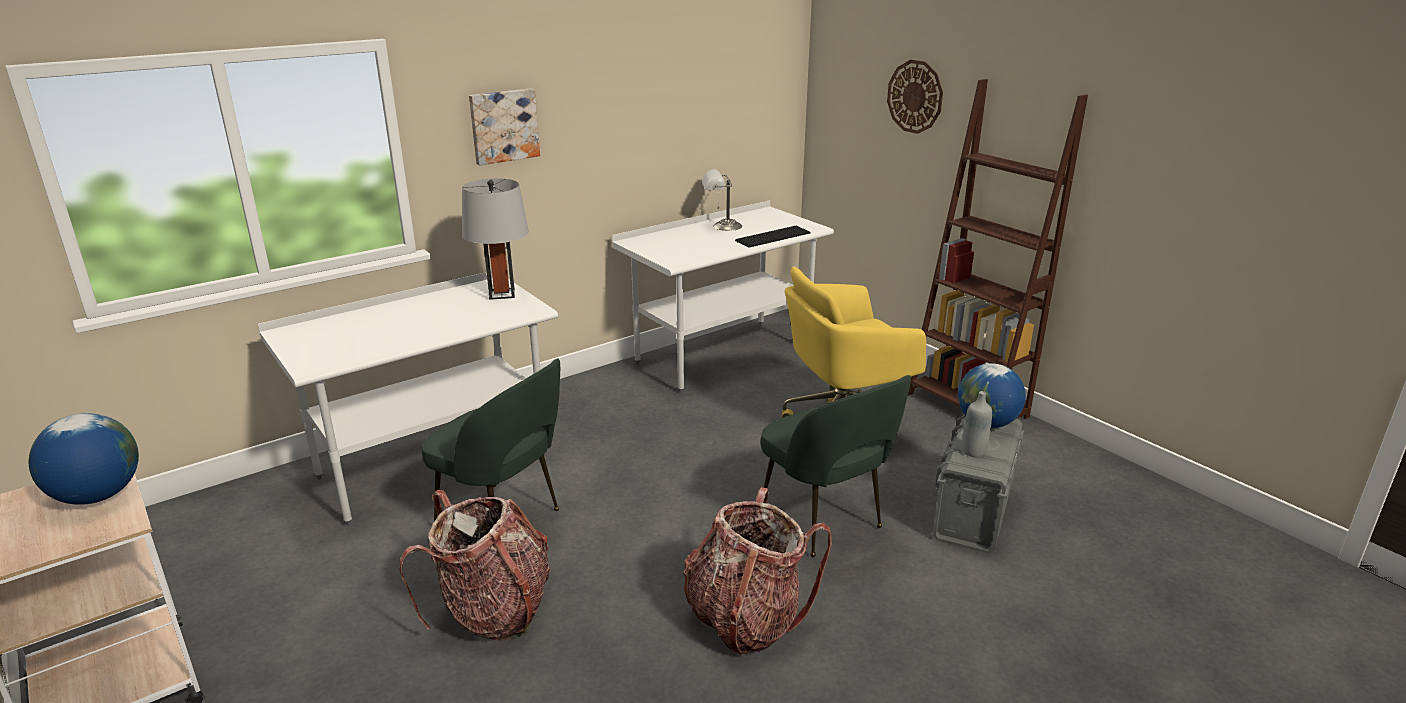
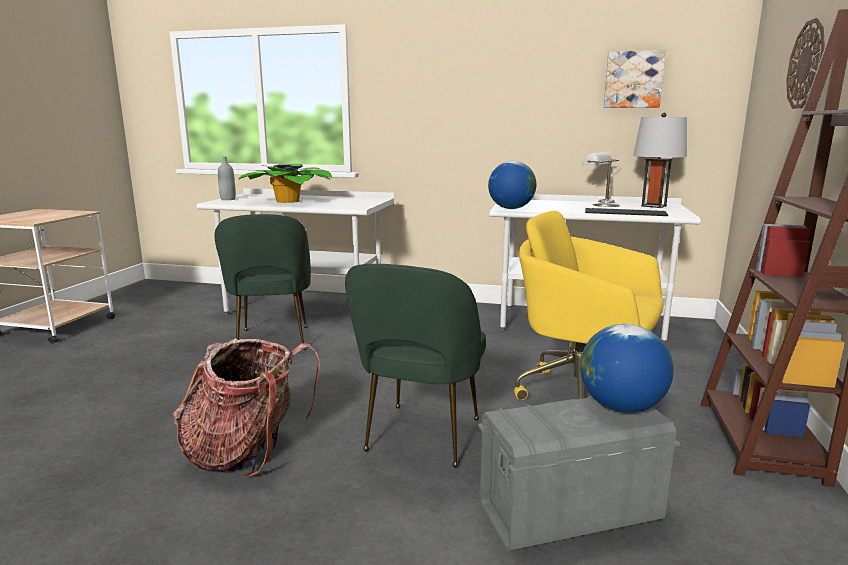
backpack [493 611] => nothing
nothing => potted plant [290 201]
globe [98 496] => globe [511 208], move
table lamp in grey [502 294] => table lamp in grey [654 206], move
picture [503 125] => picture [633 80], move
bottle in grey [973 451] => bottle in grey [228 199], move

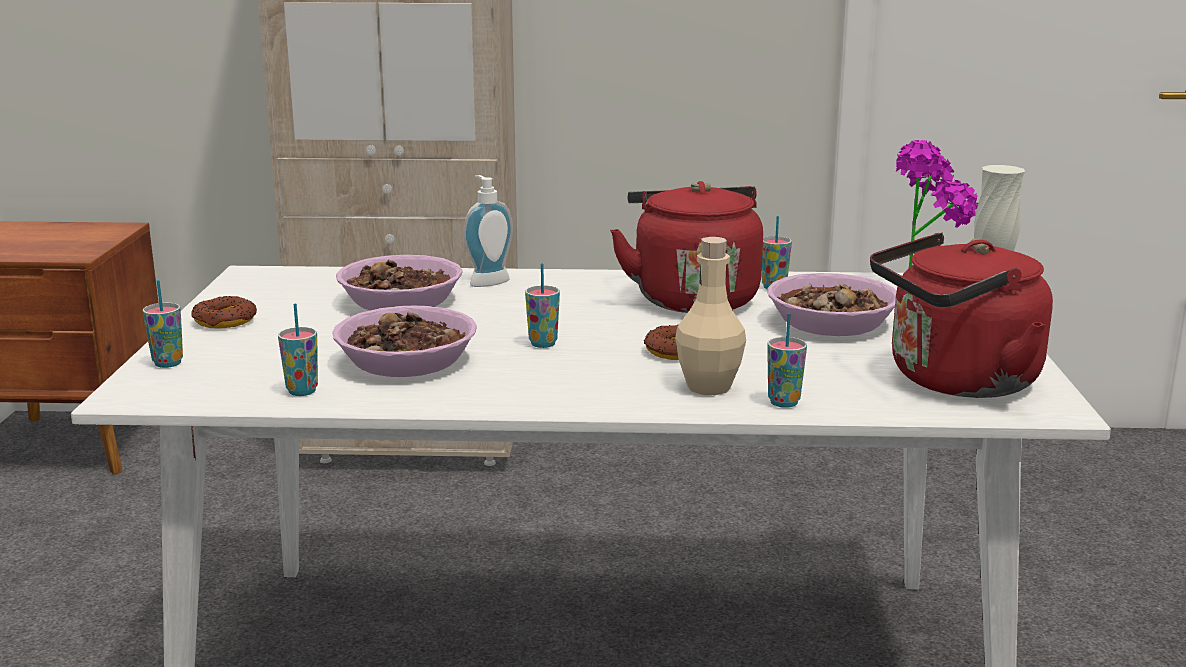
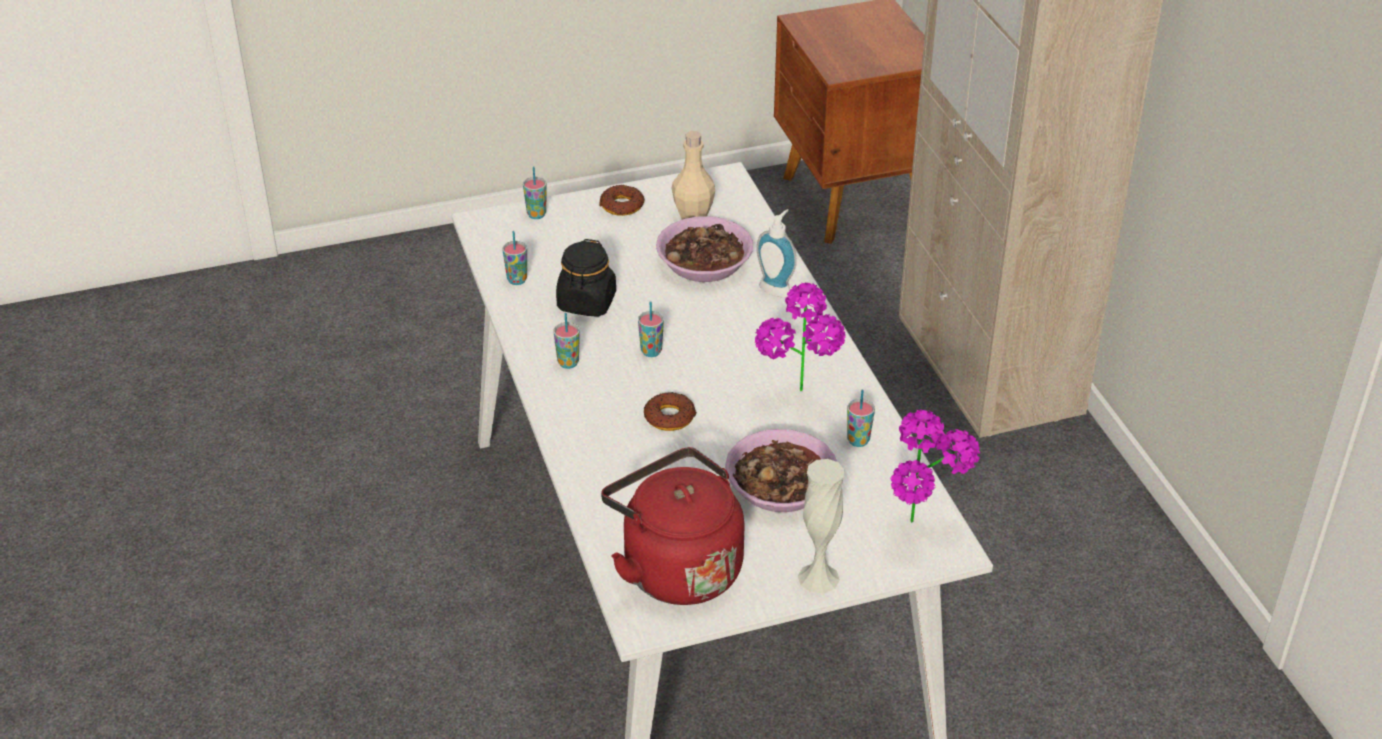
bottle in beige [709 387] => bottle in beige [693 216], move
cup [784 402] => cup [568 363], move
bowl [405 361] => jar in black [586 302]
kettle in red [692 298] => potted plant [799 401]

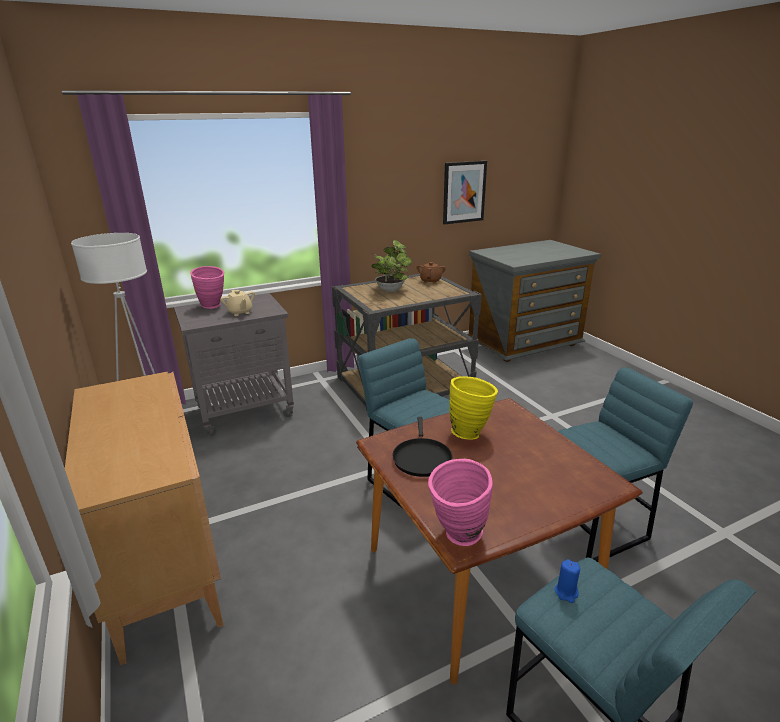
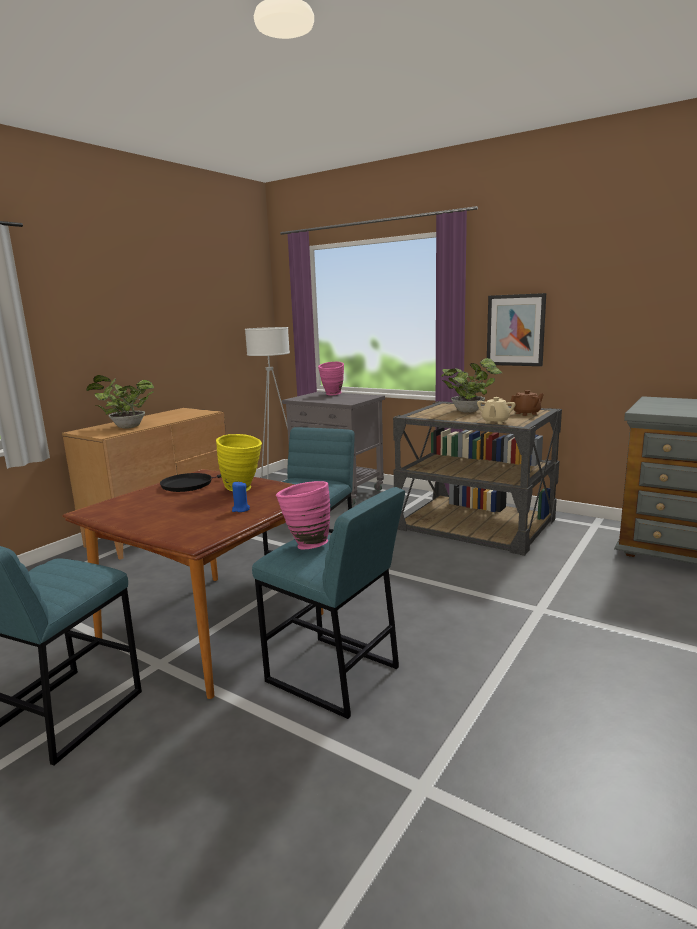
nothing => potted plant [125 427]
teapot in beige [240 312] => teapot in beige [495 422], move
vase in pink [457 537] => vase in pink [305 544], move
picture [464 192] => picture [515 330], move
candle in blue [566 592] => candle in blue [240 509], move

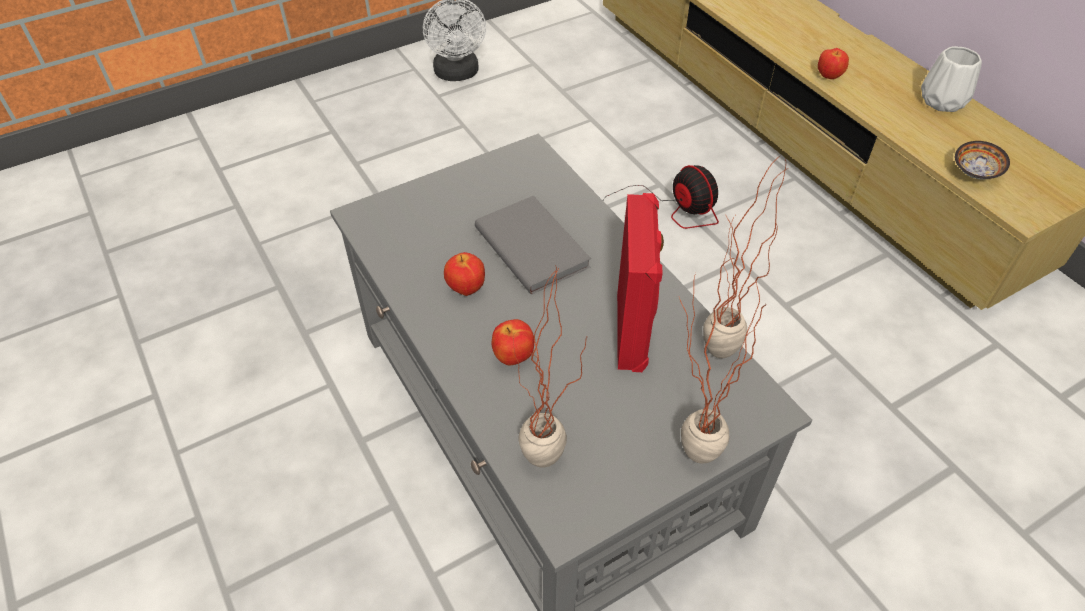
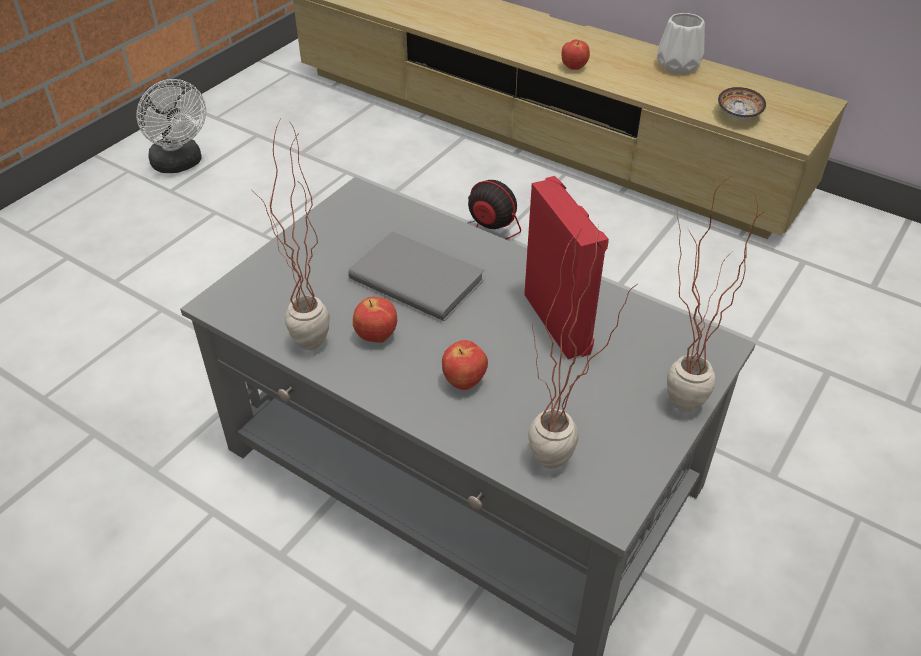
potted plant [715 361] => potted plant [310 354], move

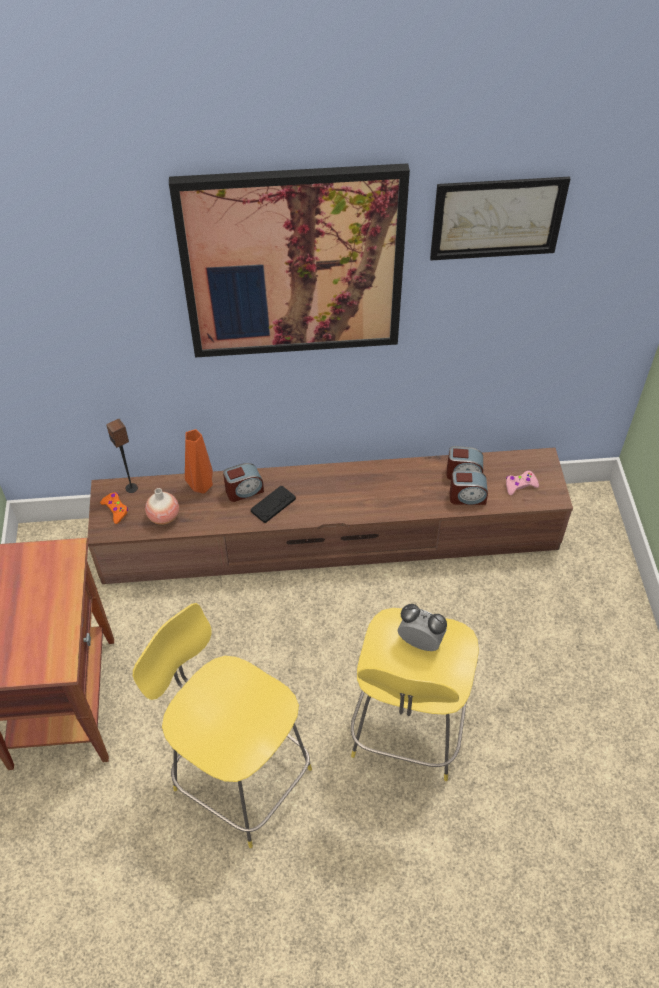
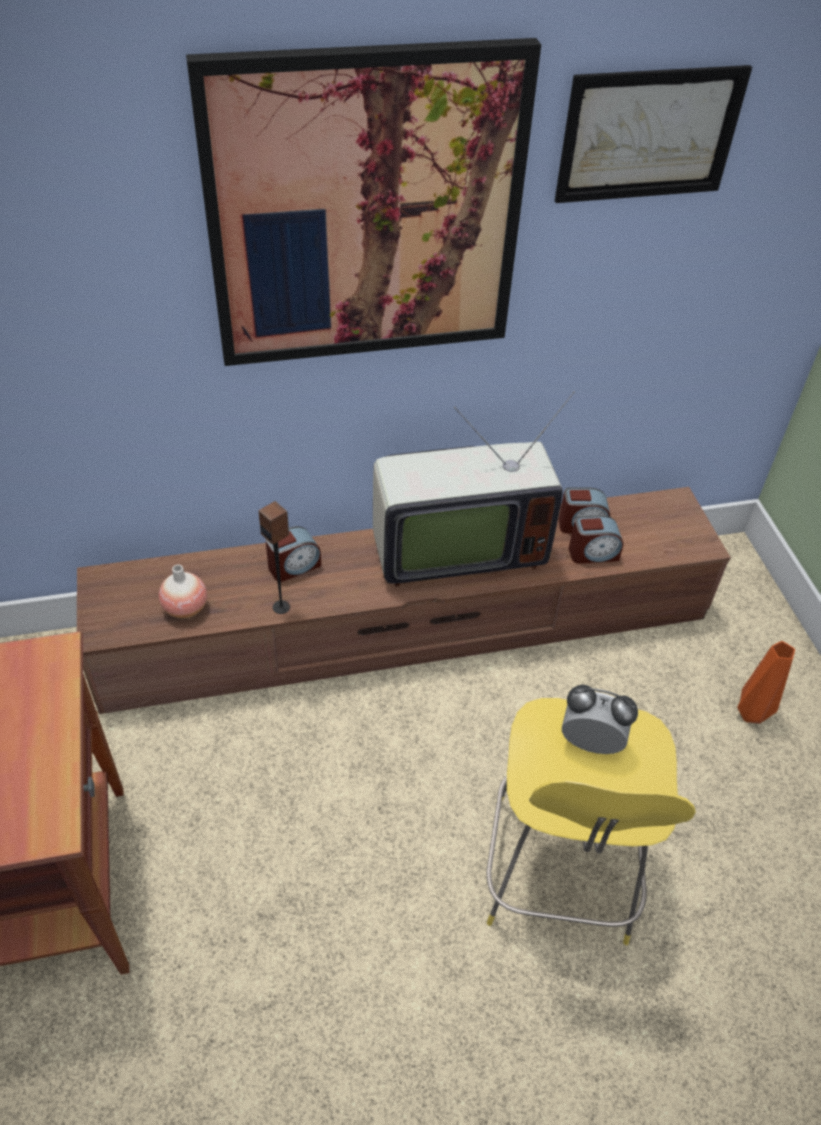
game controller in orange [115 509] => nothing
stool in yellow [239 775] => nothing
game controller in black [273 505] => nothing
game controller in pink [520 485] => nothing
nothing => television [454 548]
speaker [132 488] => speaker [281 607], move
vase in orange [202 487] => vase in orange [753 714], move

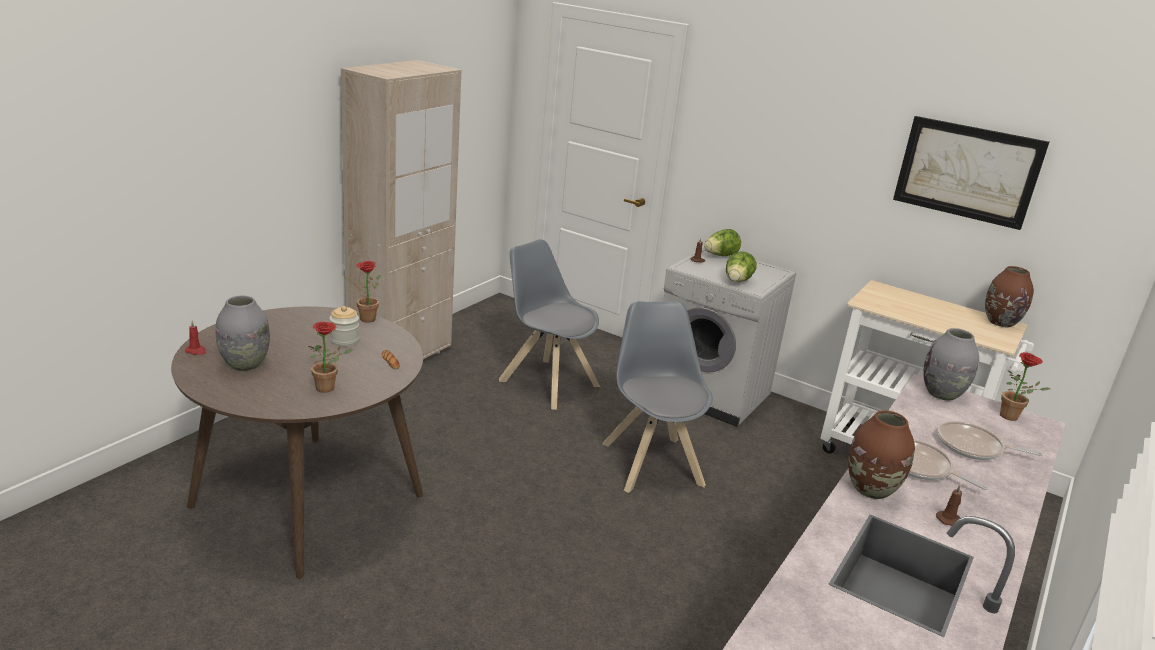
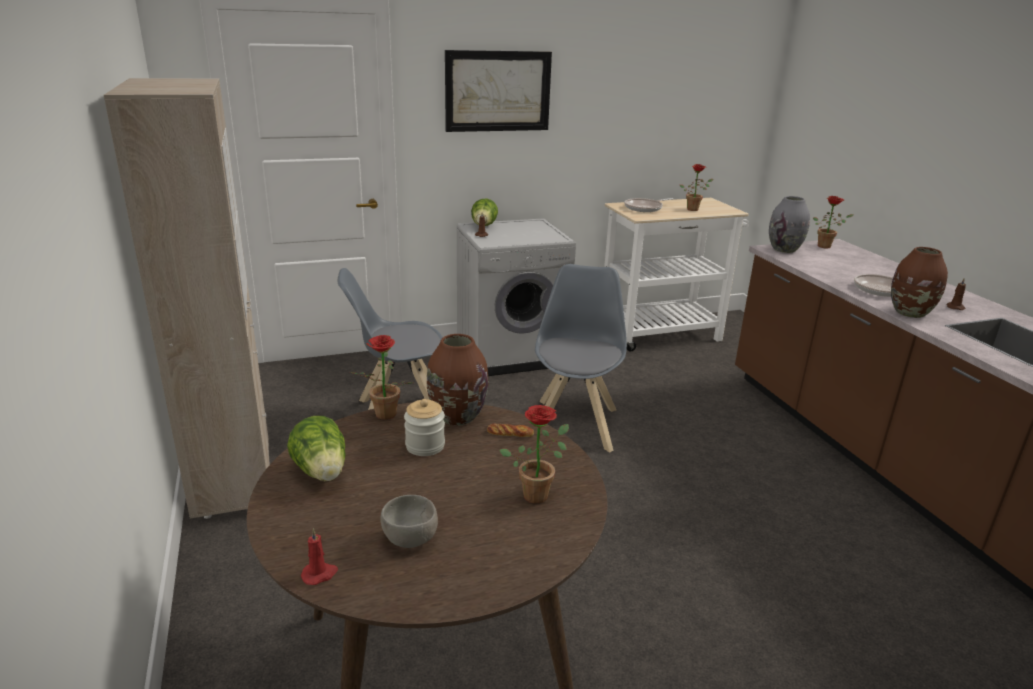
nothing => potted plant [694 209]
lettuce [737 281] => lettuce [322 472], move
picture [967 171] => picture [497 91], move
frying pan [973 447] => frying pan [645 208], move
vase in brown [1000 322] => vase in brown [457 416], move
vase in grey [245 364] => bowl in grey [411 540]
chair in grey [651 462] => chair in grey [575 423], 75 degrees clockwise

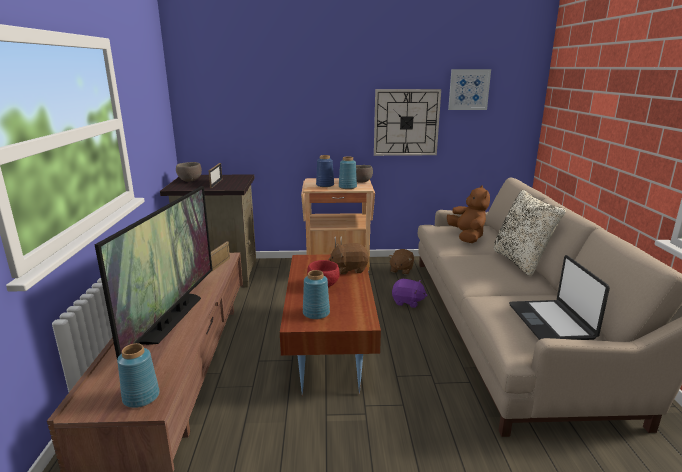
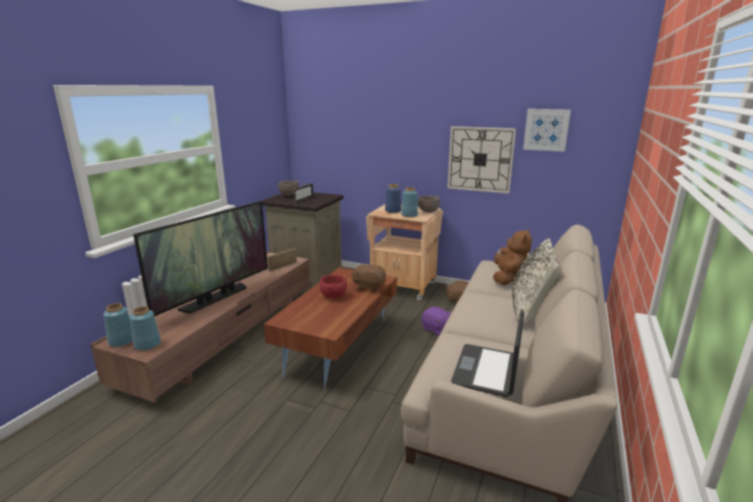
vase in blue [315 313] => vase in blue [121 341], move

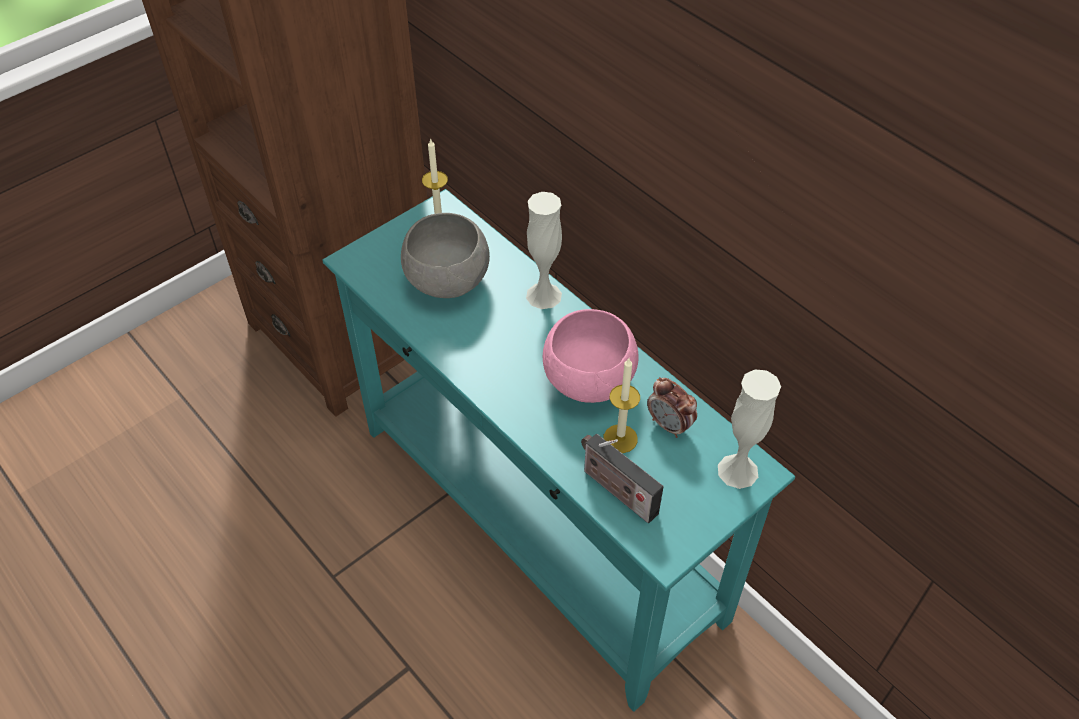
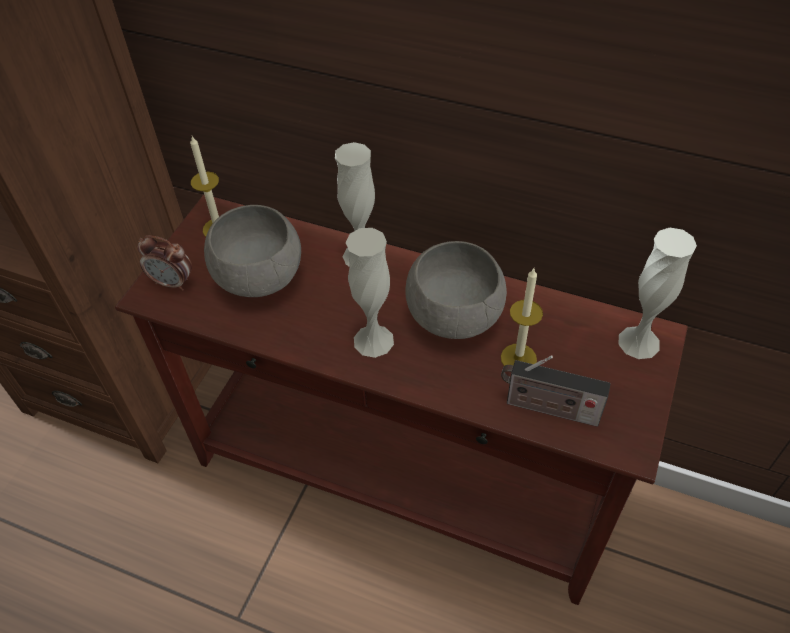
nothing => vase in white [373 340]
alarm clock [669 425] => alarm clock [173 282], move
console table in turquoise [541 522] => console table in brown [403 474]
bowl in pink [590 381] => bowl in grey [455 317]

